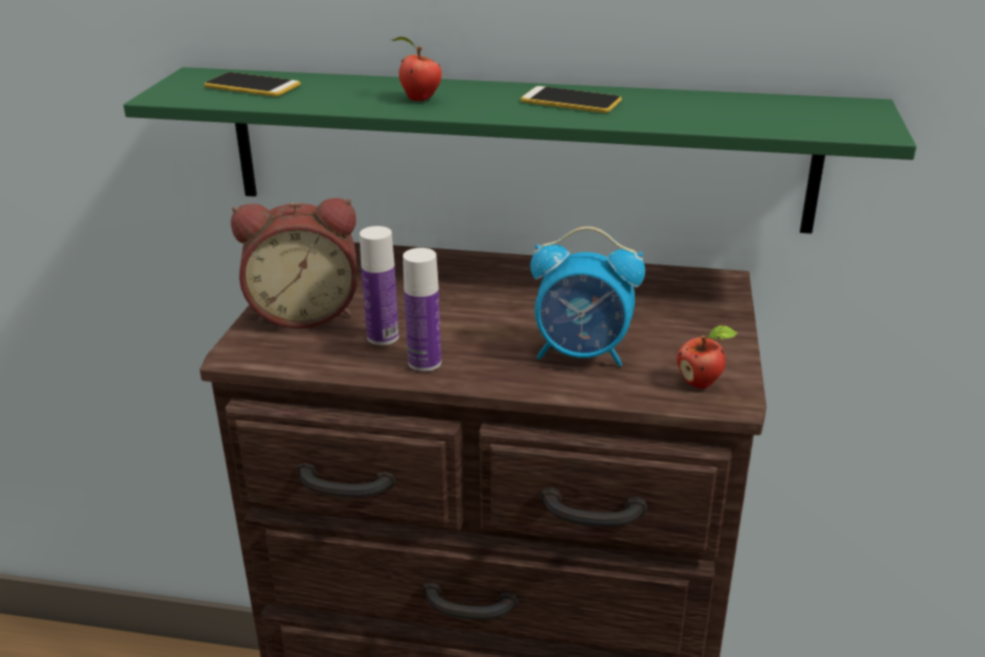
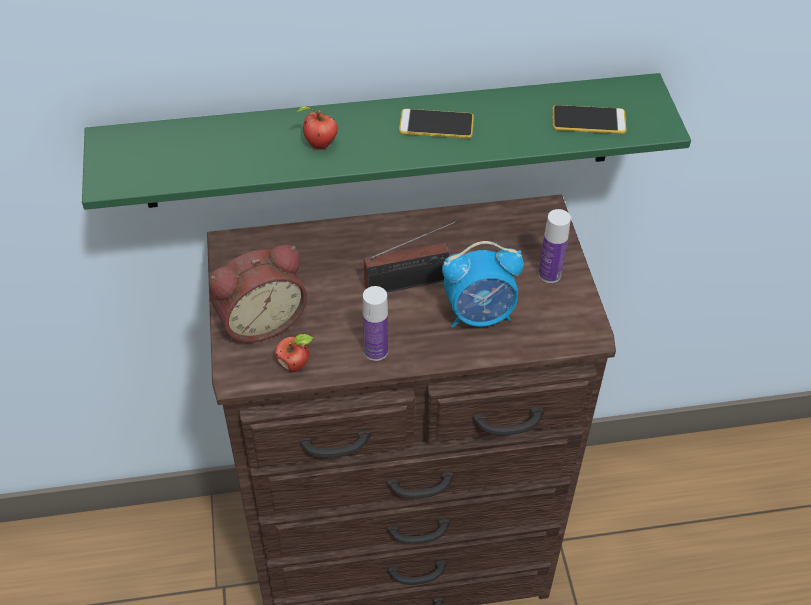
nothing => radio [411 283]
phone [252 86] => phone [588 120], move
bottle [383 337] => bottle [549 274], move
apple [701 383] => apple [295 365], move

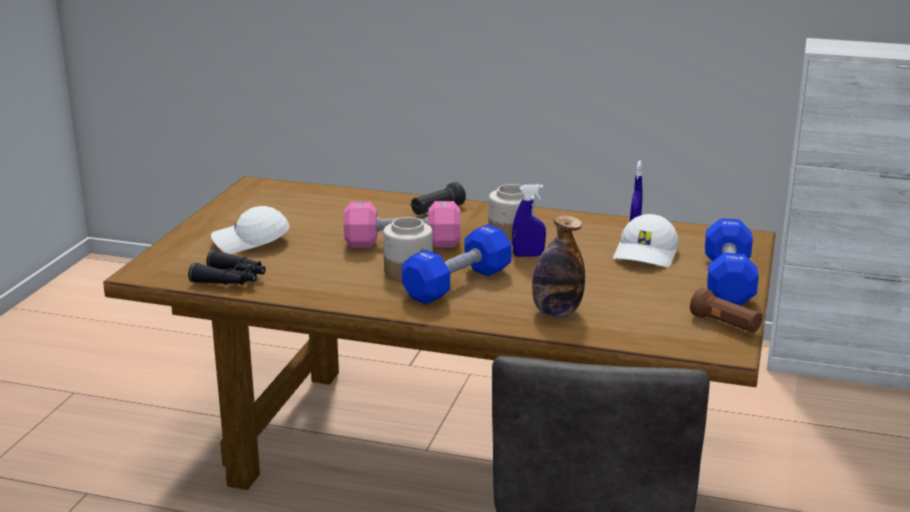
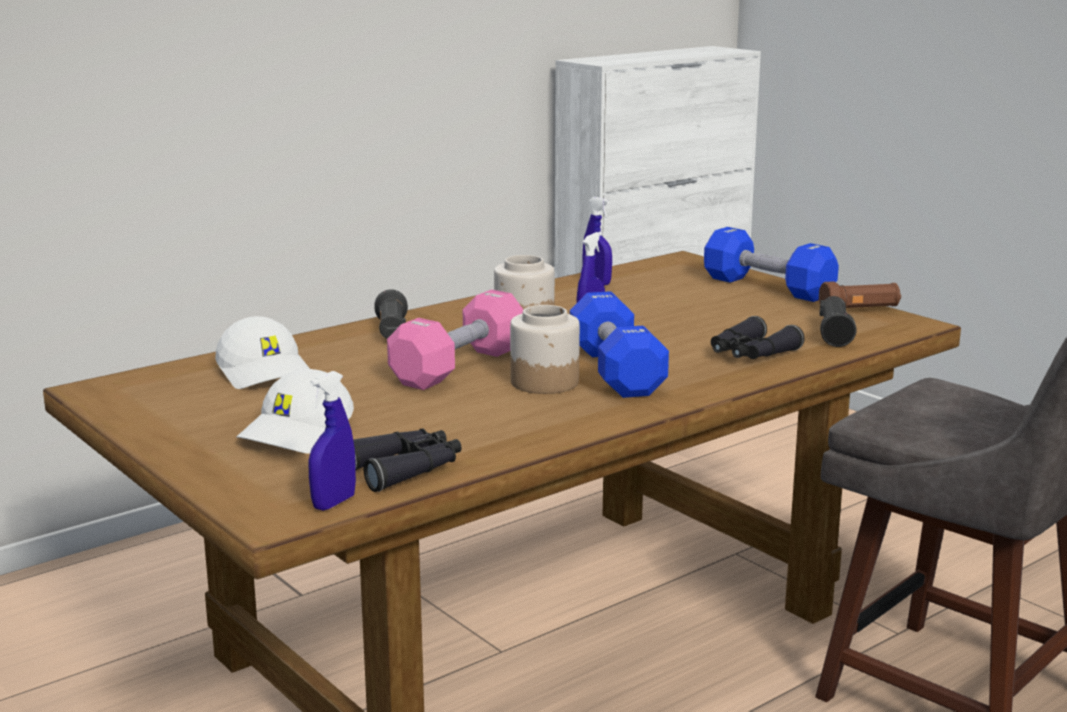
nothing => spray bottle in blue [334 503]
nothing => flashlight in black [834 334]
cap in white [647 254] => cap in white [266 372], move
bottle [556 312] => binoculars in black [750 354]

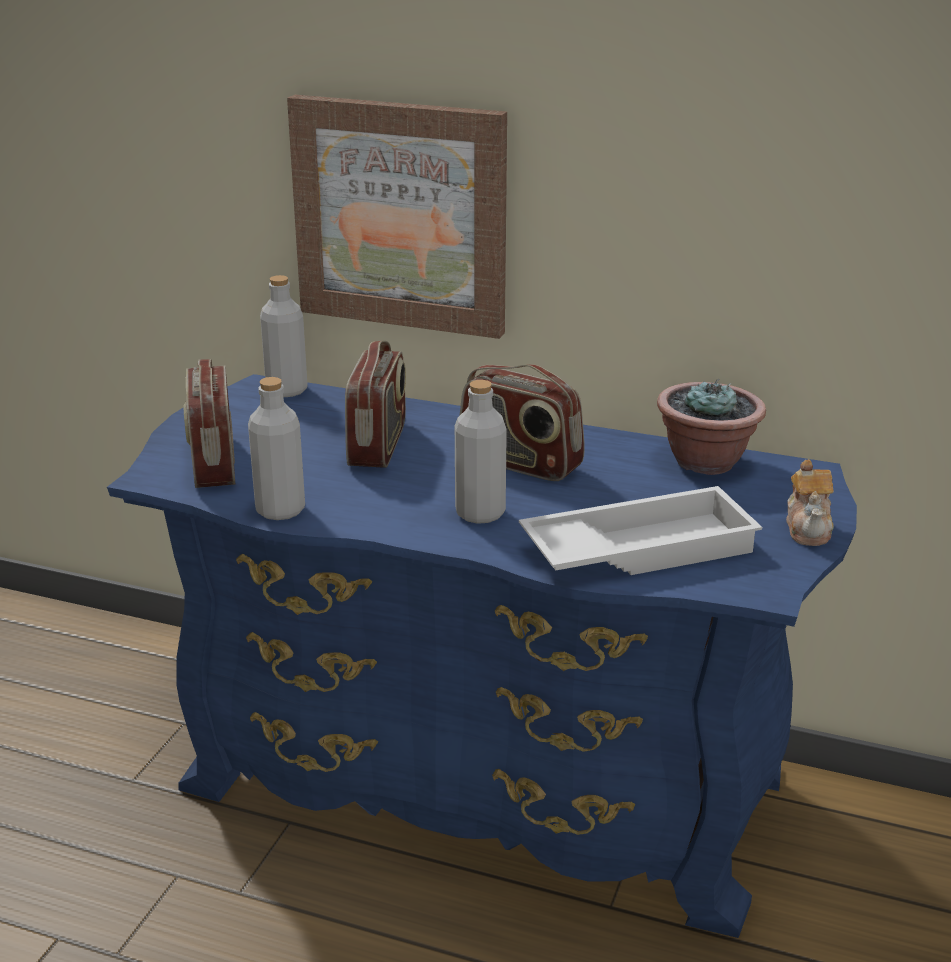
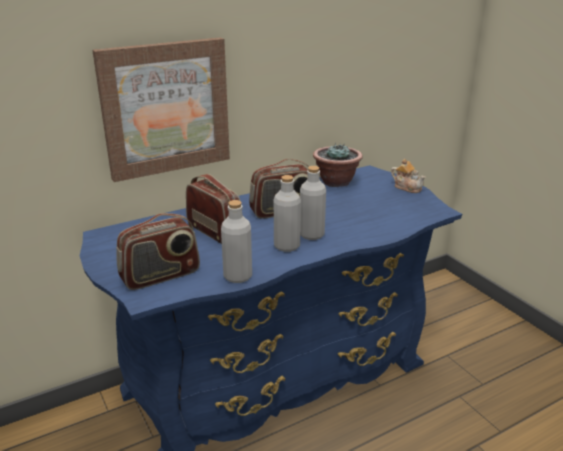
tray in white [638 548] => nothing
bottle in grey [286 390] => bottle in grey [286 246], move
radio [213 463] => radio [160 276], 60 degrees counterclockwise

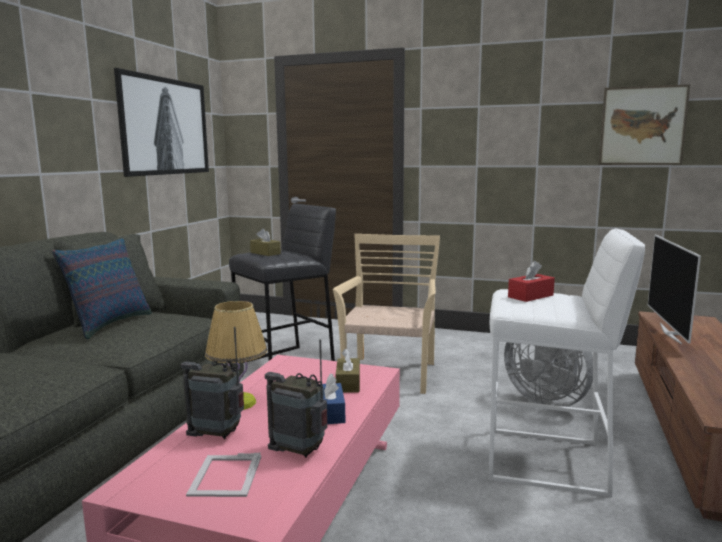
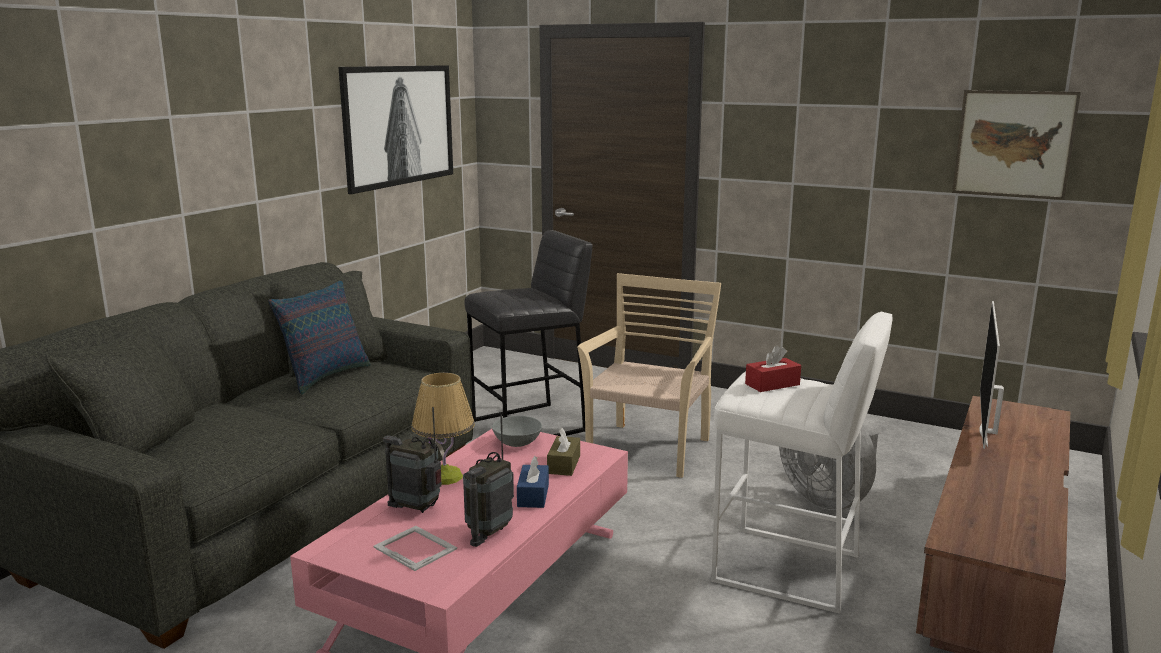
tissue box in brown [265 253] => nothing
nothing => bowl in grey [516 442]
picture frame [225 476] => picture frame [415 547], 120 degrees clockwise
radio [299 452] => radio [489 532], 90 degrees counterclockwise

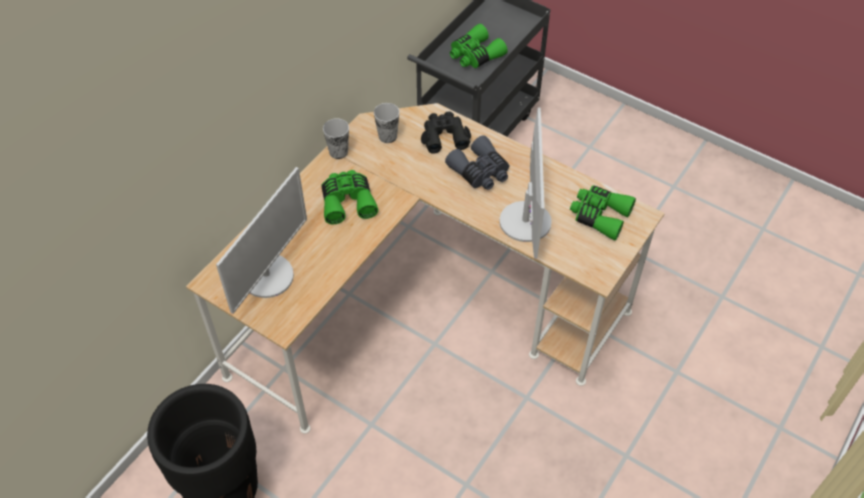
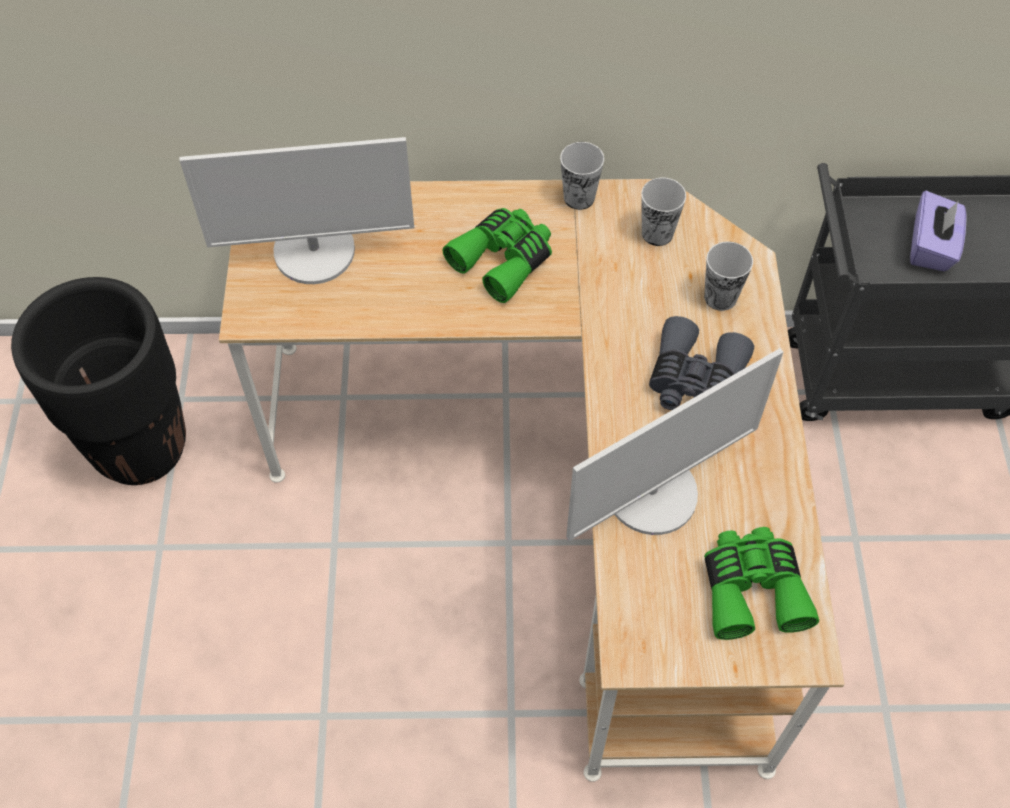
binoculars in black [444 136] => cup [720 297]
binoculars in green [475 55] => tissue box in purple [931 247]

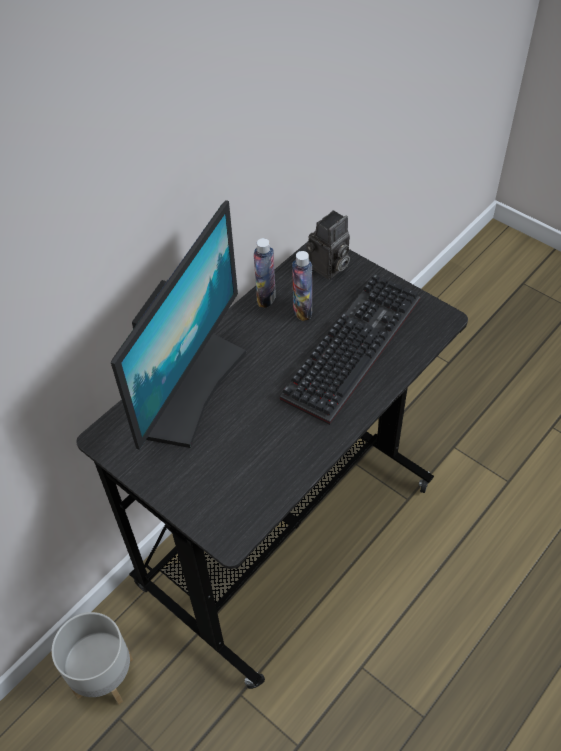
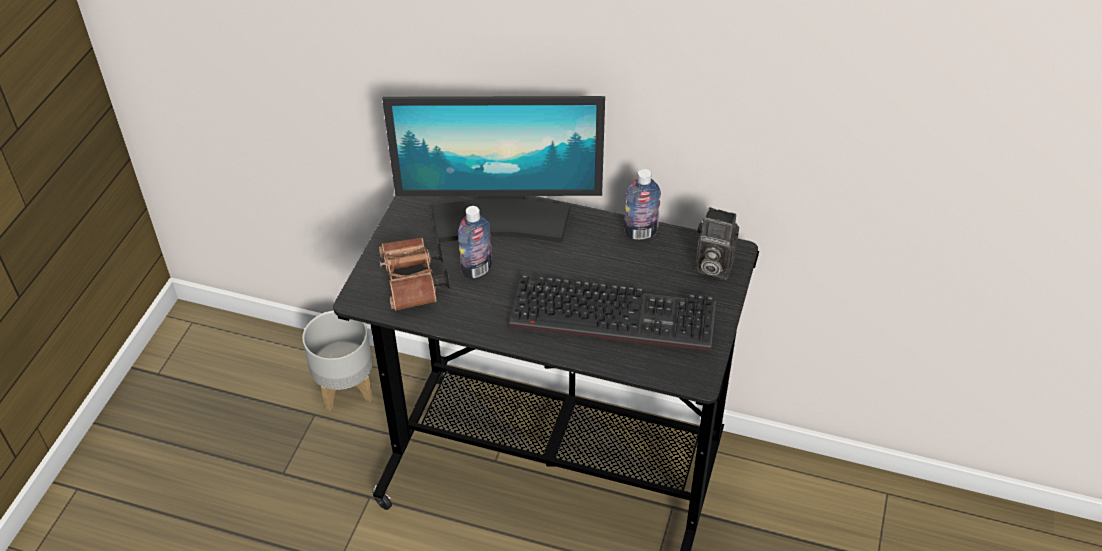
nothing => binoculars in brown [414 285]
bottle [302 310] => bottle [476 270], move

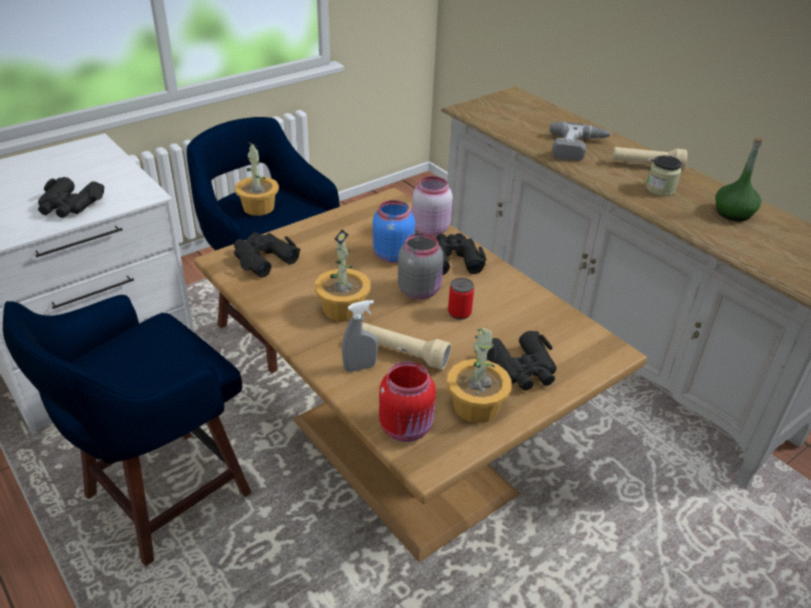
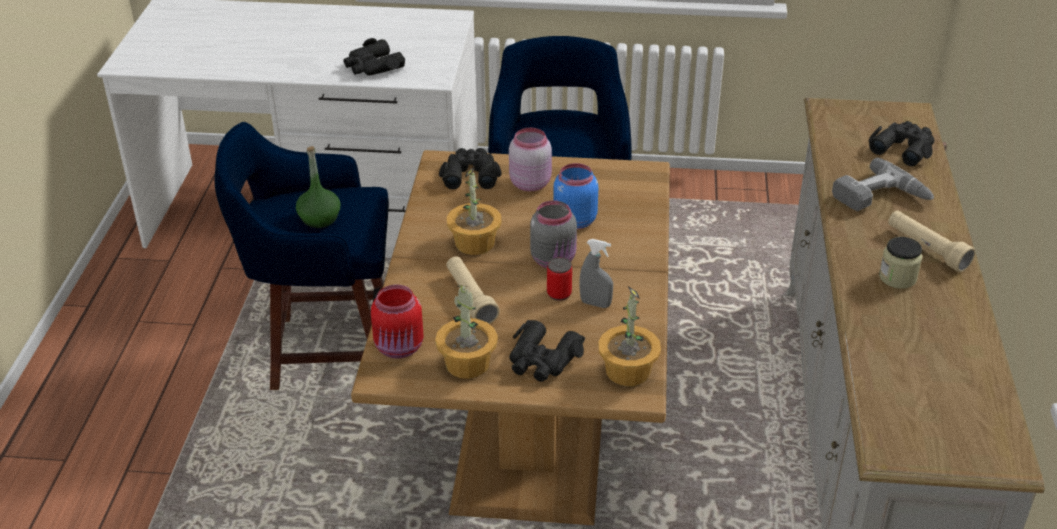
potted plant [258 208] => potted plant [627 371], move
spray bottle in grey [360 367] => spray bottle in grey [595 303], move
jar in pink [429 229] => jar in pink [530 183], move
binoculars in black [453 259] => binoculars in black [903 148], move
bottle in green [733 213] => bottle in green [319 219], move

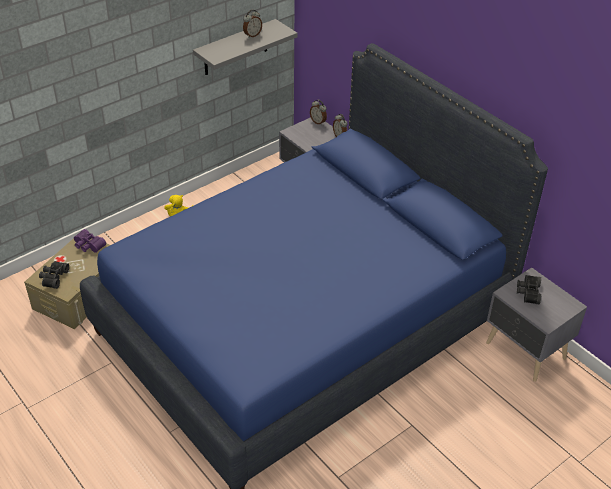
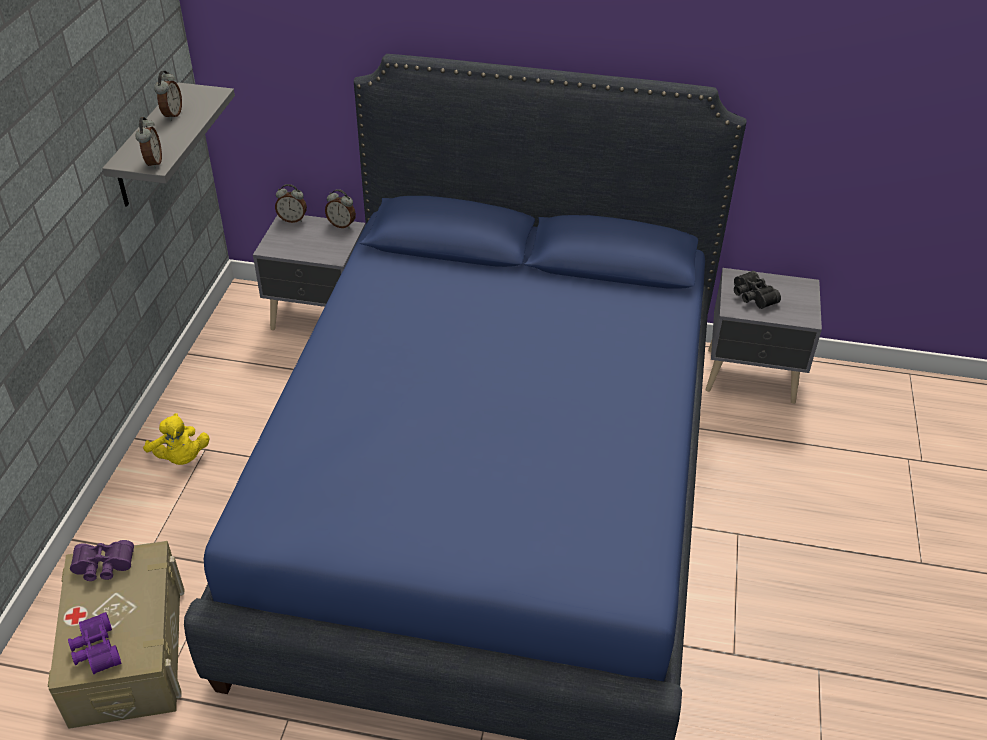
nothing => alarm clock [153 163]
binoculars in black [53 277] => binoculars in purple [95 650]

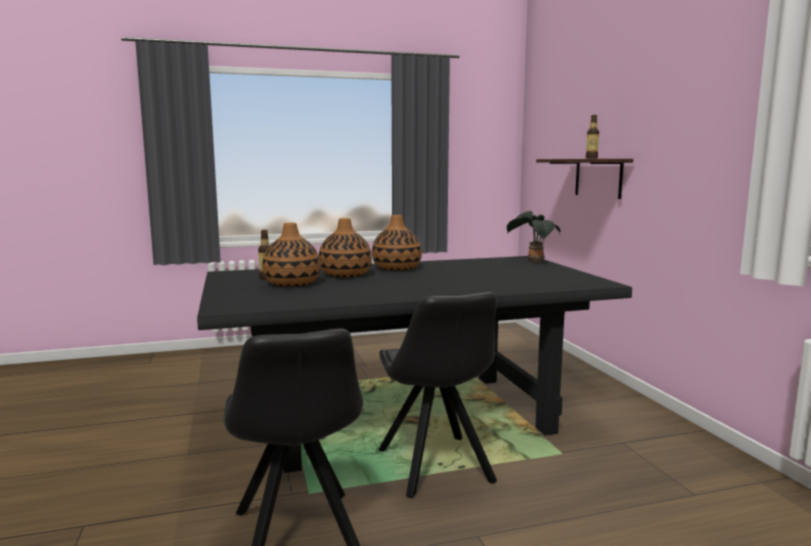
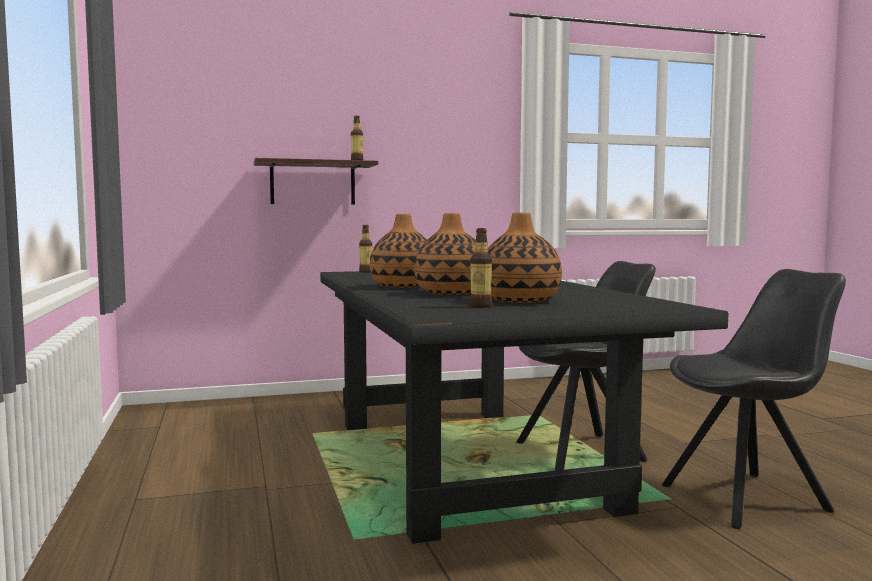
potted plant [533 261] => bottle [366 272]

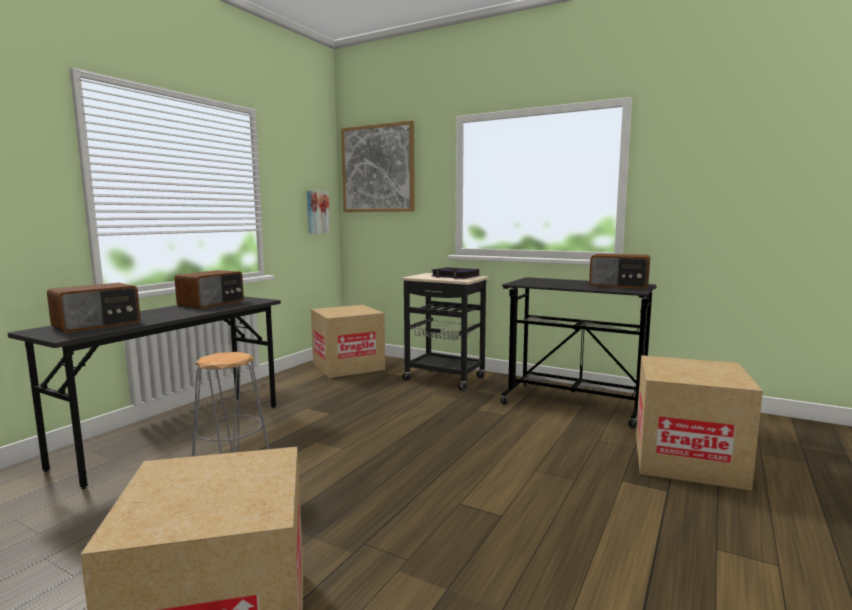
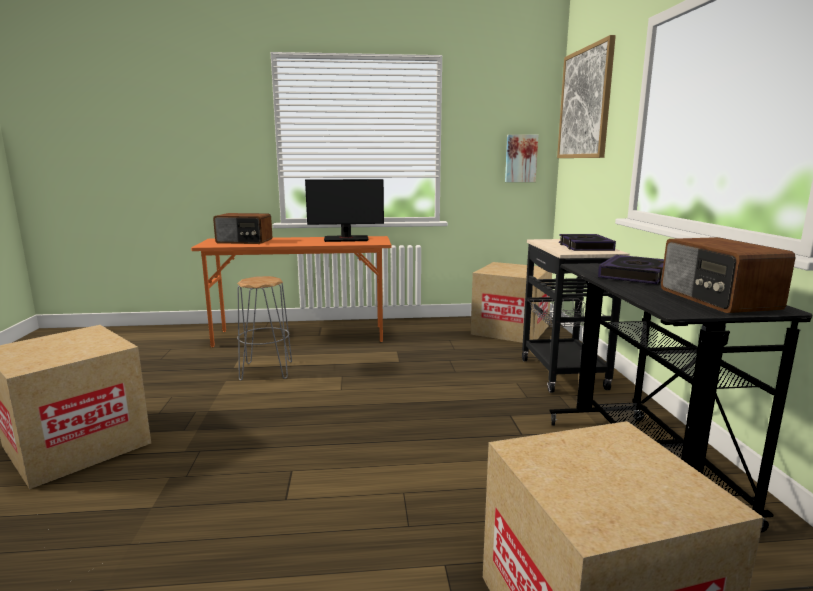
nothing => book [634 275]
radio [212 303] => monitor [346 239]
desk in grey [176 434] => desk in orange [301 336]

